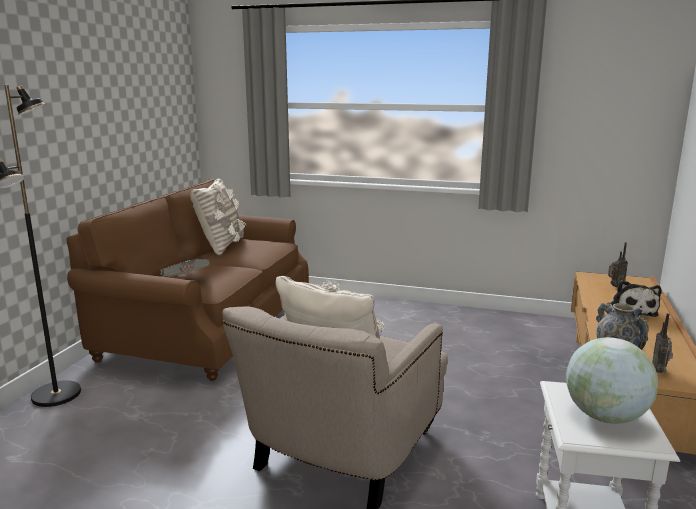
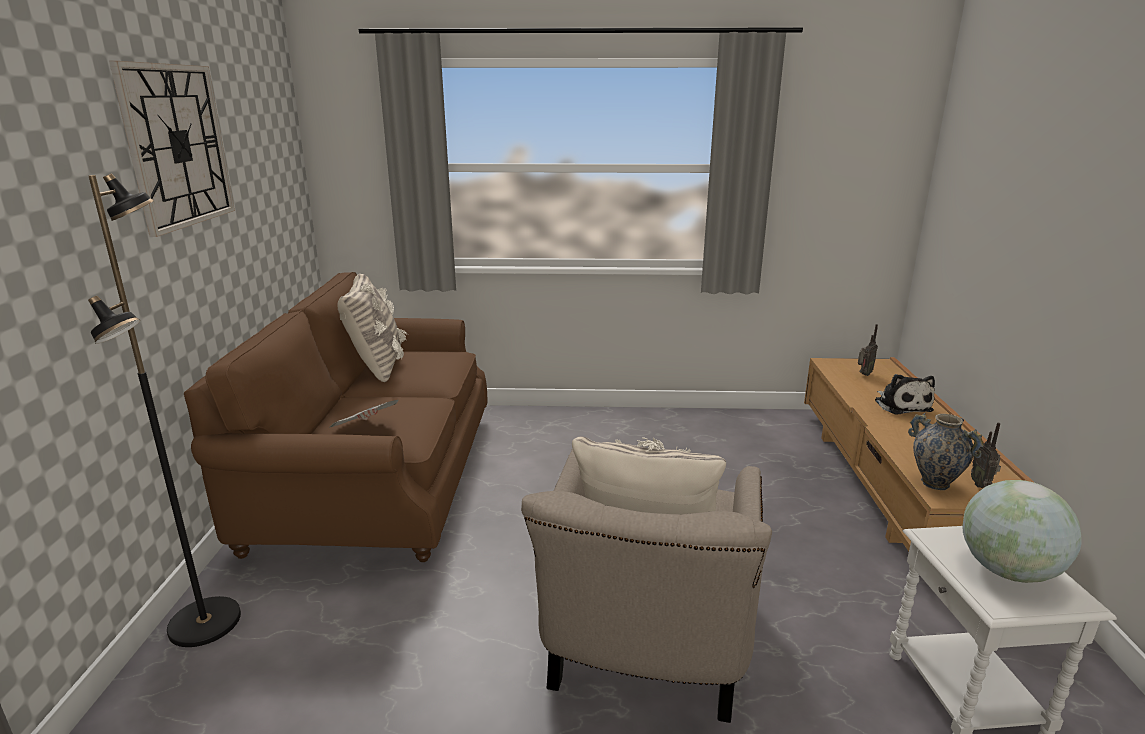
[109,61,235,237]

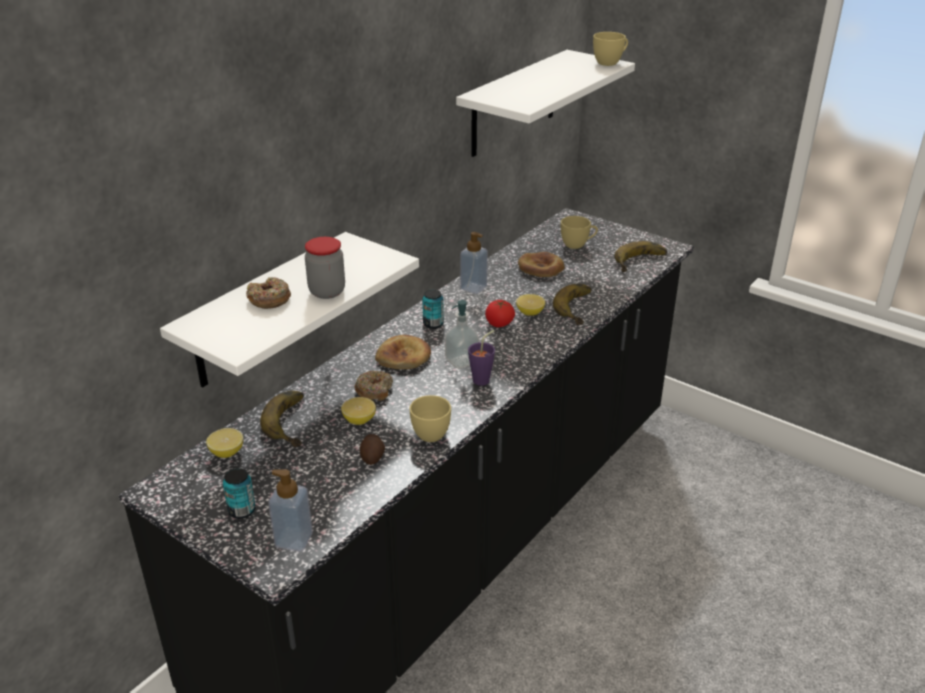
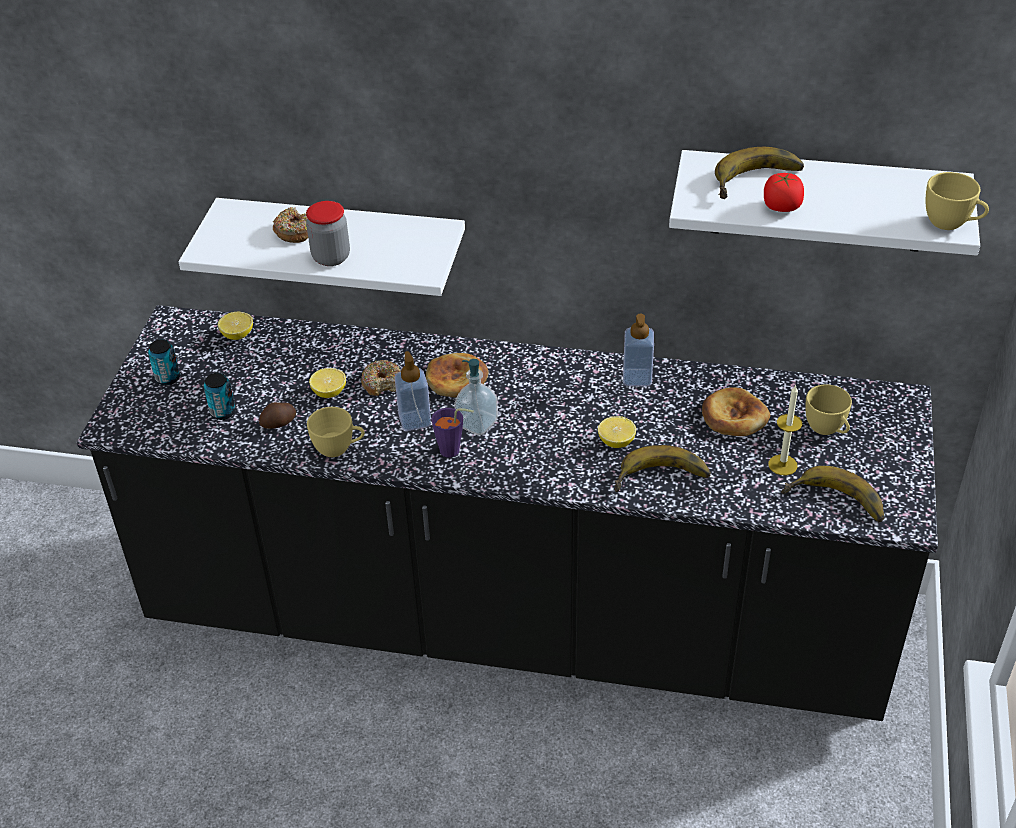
[768,385,802,475]
[715,147,804,199]
[395,351,431,431]
[204,373,236,420]
[764,173,804,212]

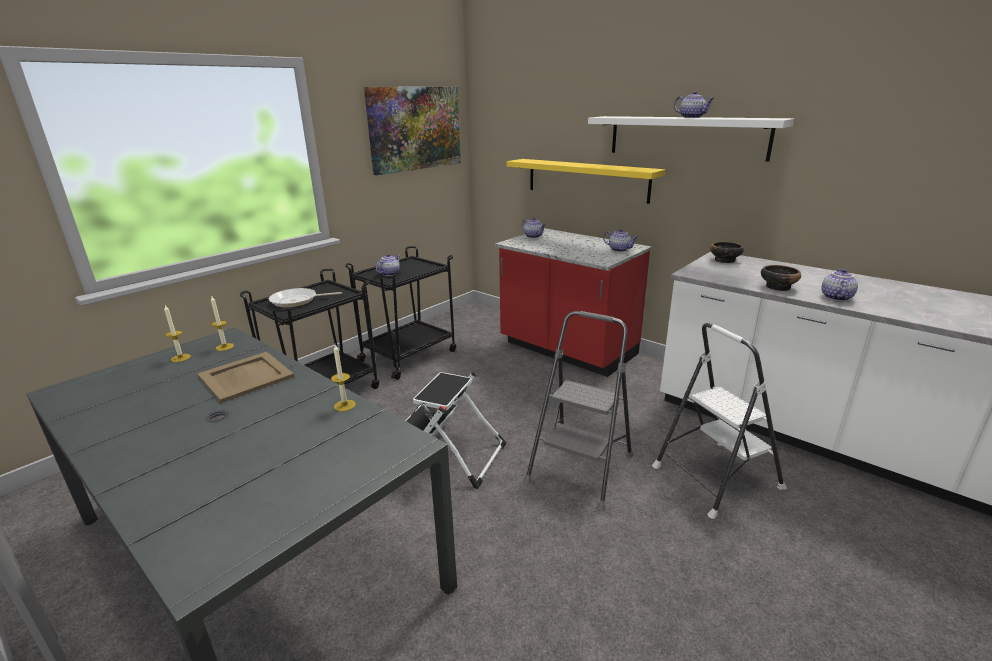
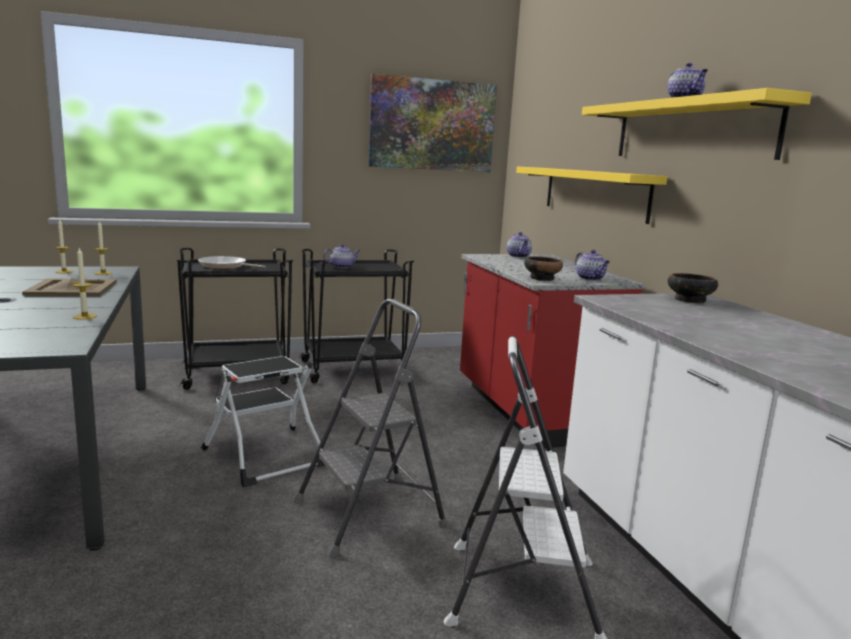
[821,269,858,301] (first image)
[524,256,563,281]
[582,88,812,160]

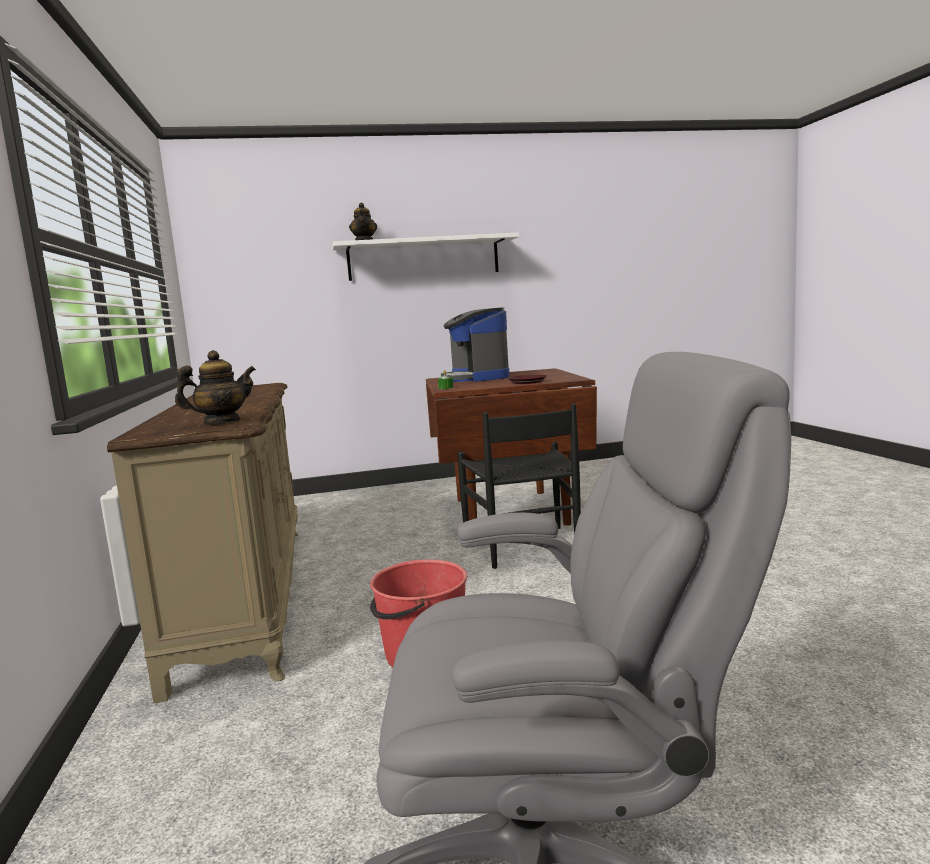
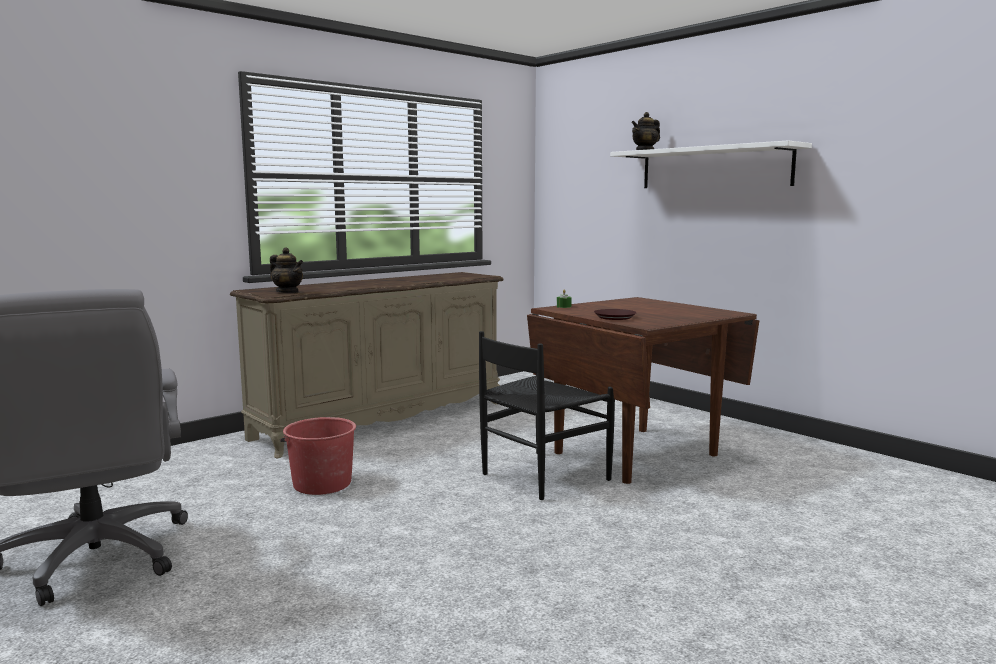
[441,307,510,382] (first image)

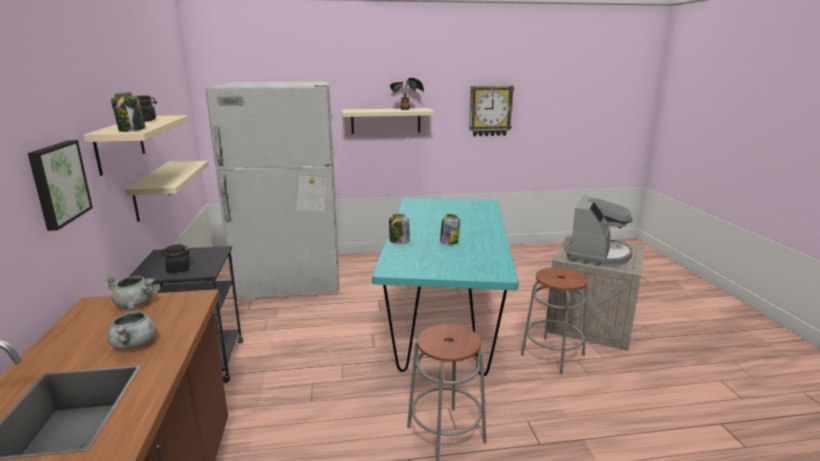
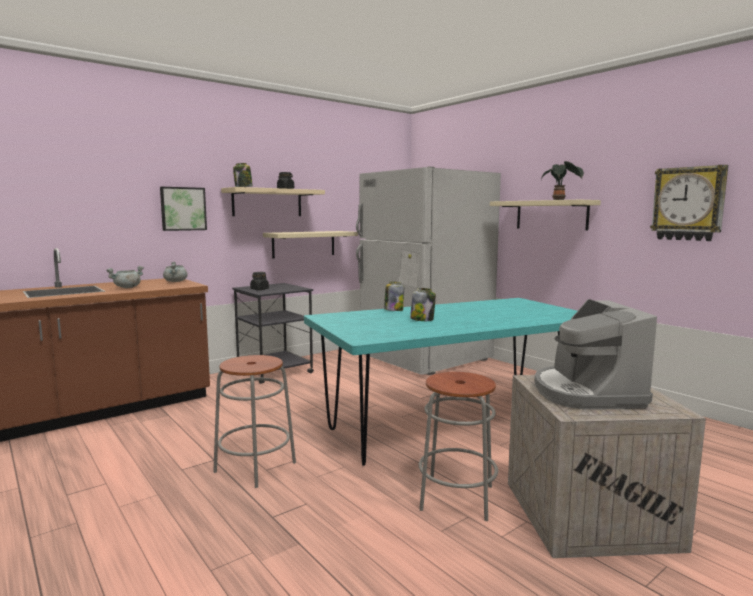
[534,299,657,410]

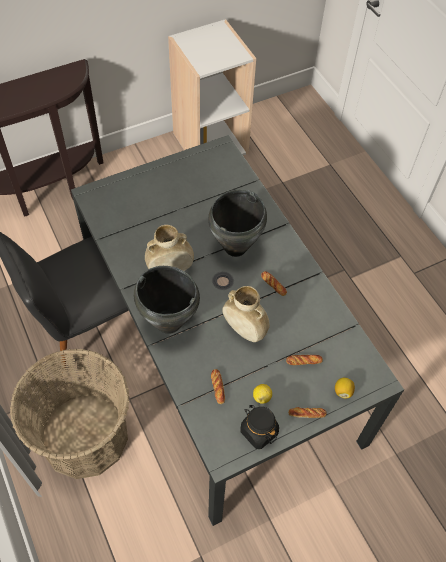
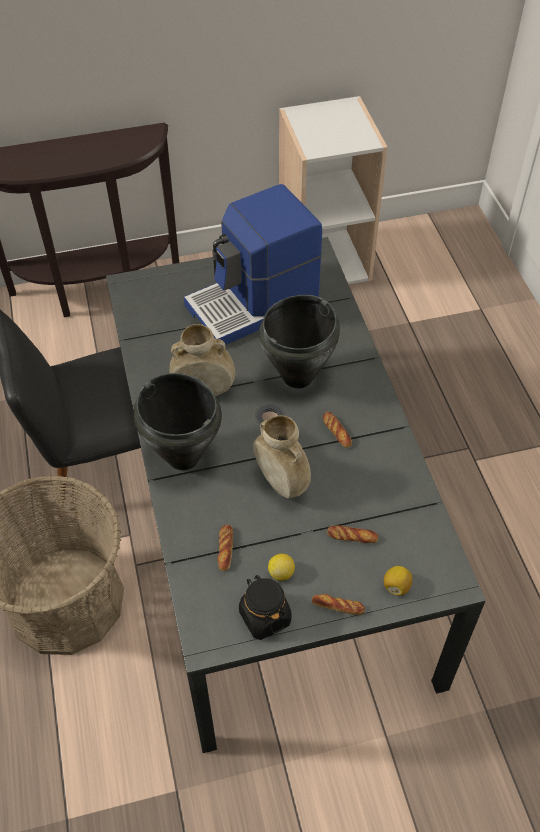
[184,184,322,346]

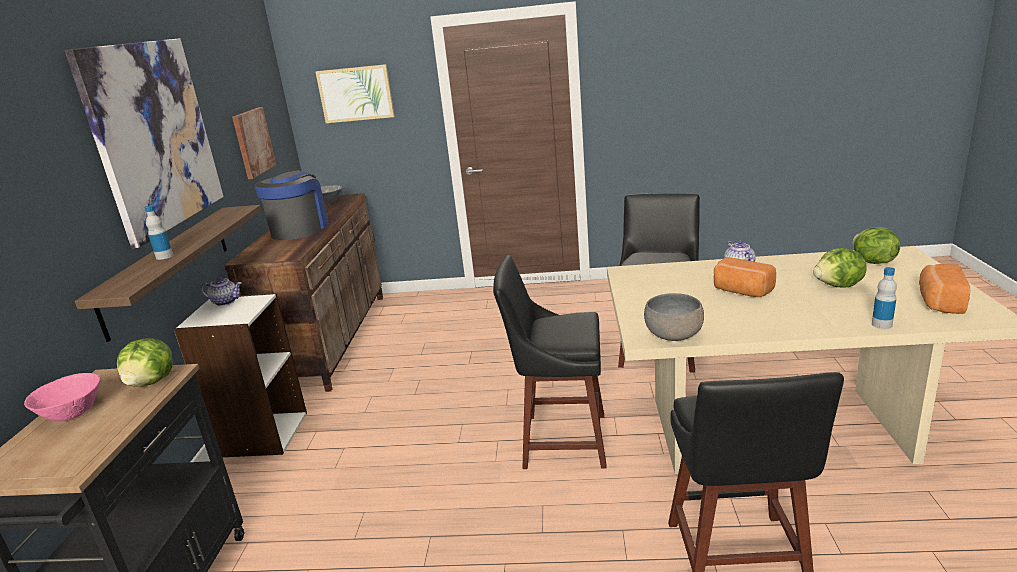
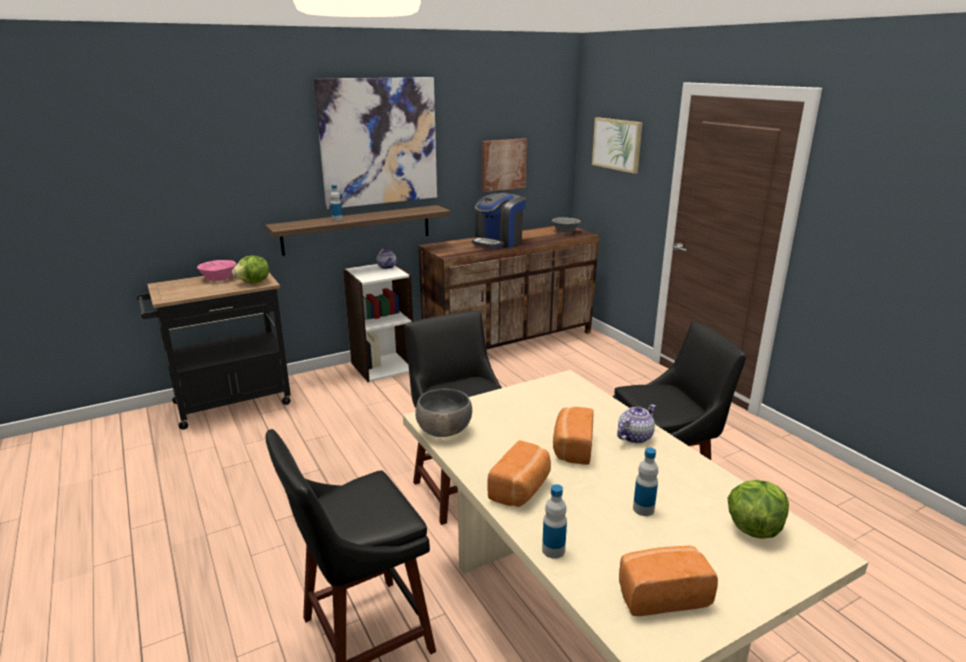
[488,440,551,507]
[633,447,658,516]
[472,193,526,248]

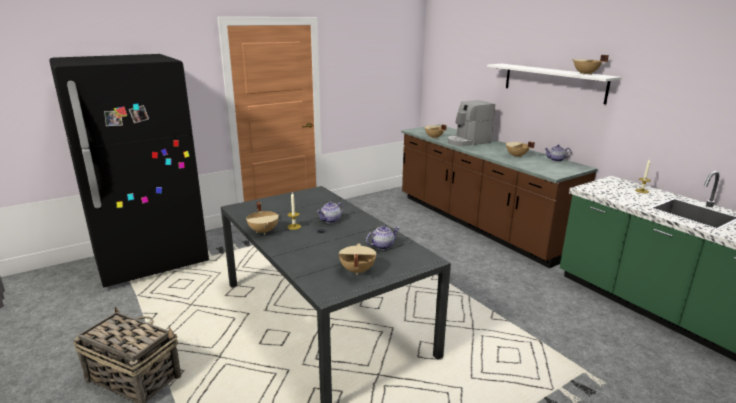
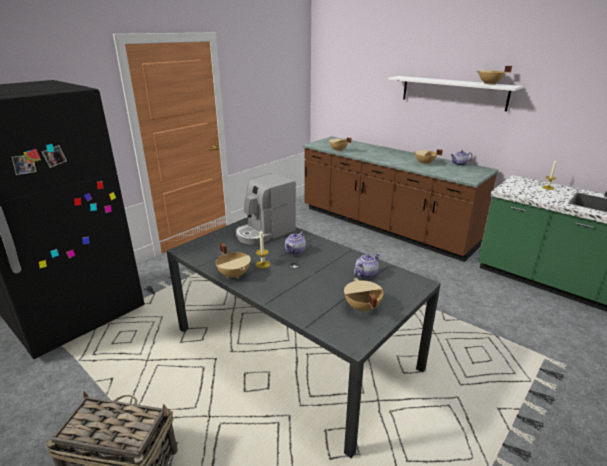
[236,173,296,245]

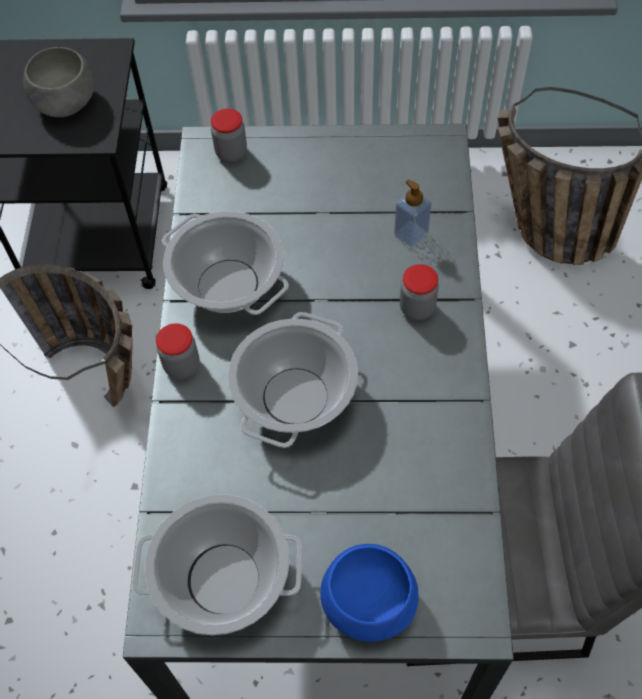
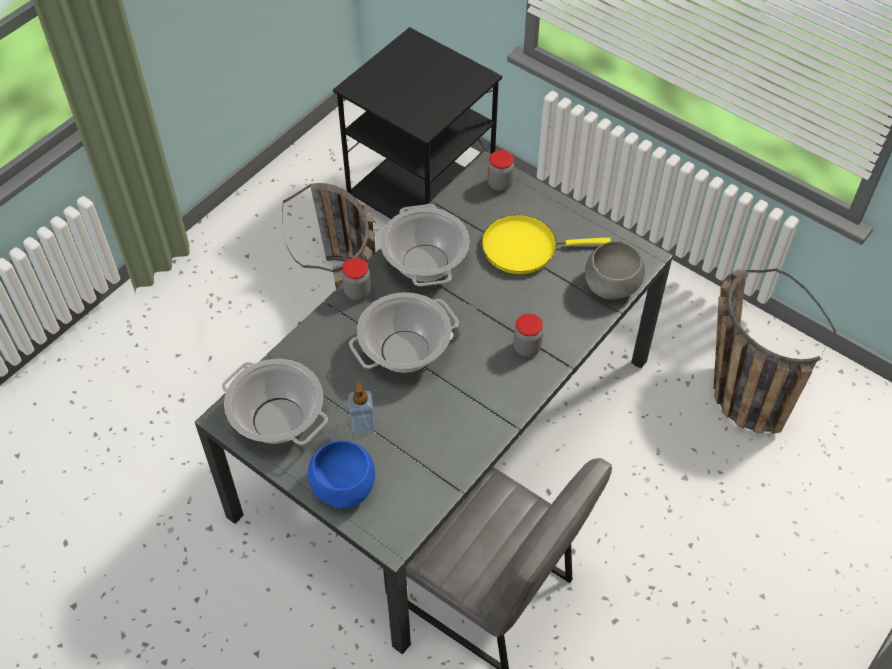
[482,215,611,274]
[585,241,645,299]
[348,382,375,434]

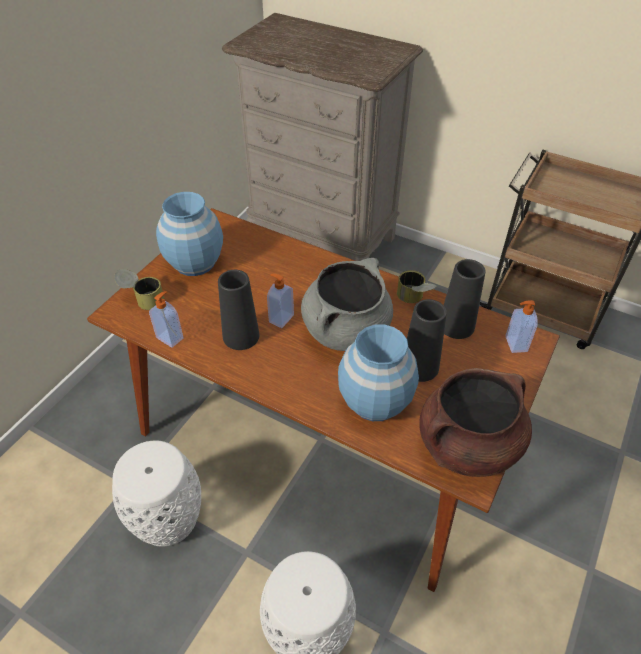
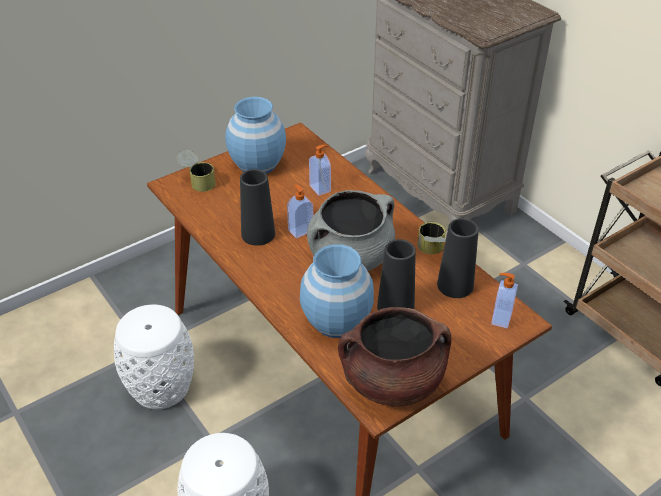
[309,145,331,196]

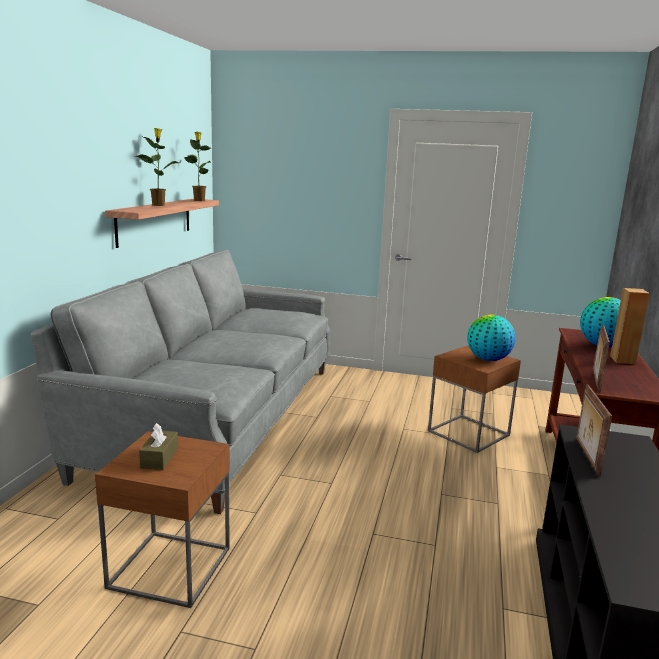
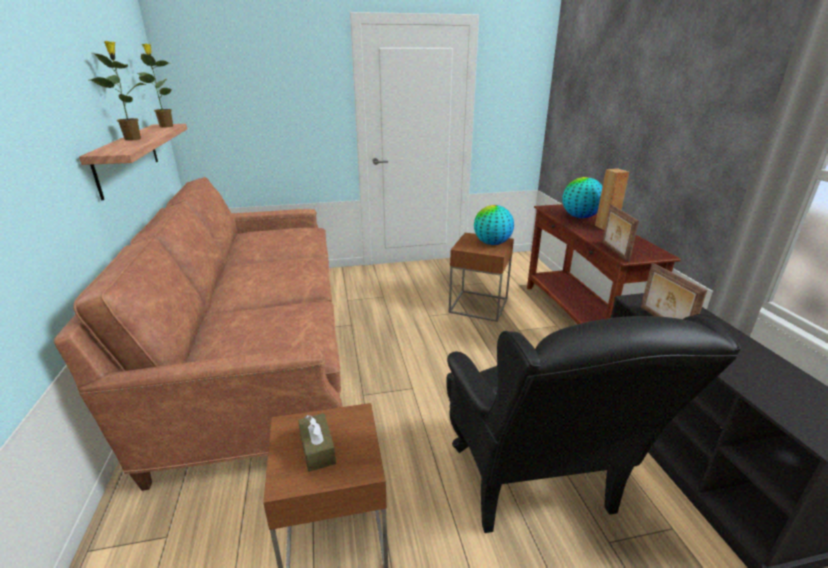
[446,314,741,533]
[54,177,343,491]

